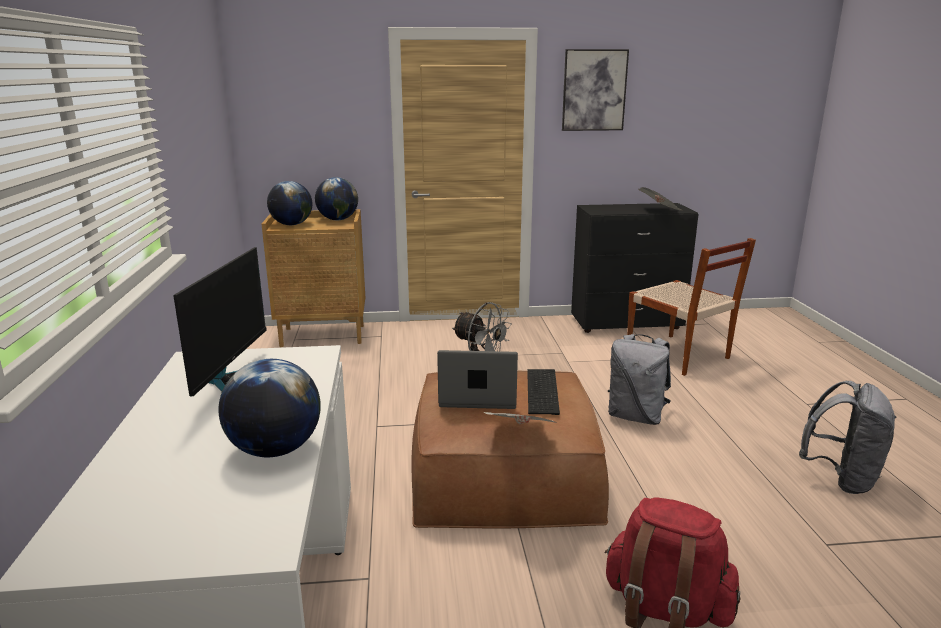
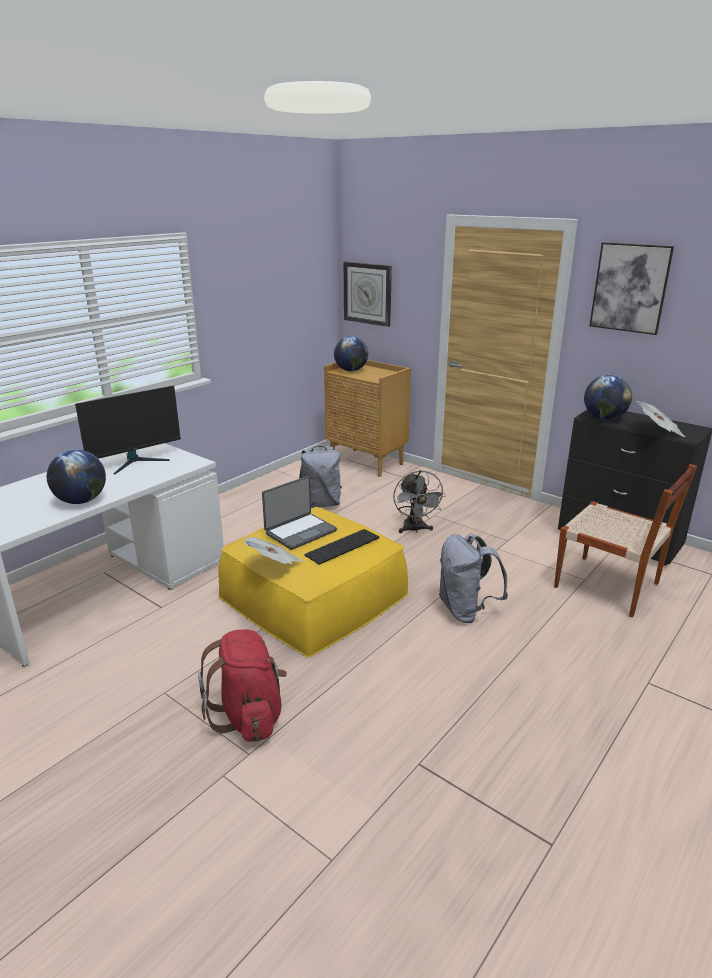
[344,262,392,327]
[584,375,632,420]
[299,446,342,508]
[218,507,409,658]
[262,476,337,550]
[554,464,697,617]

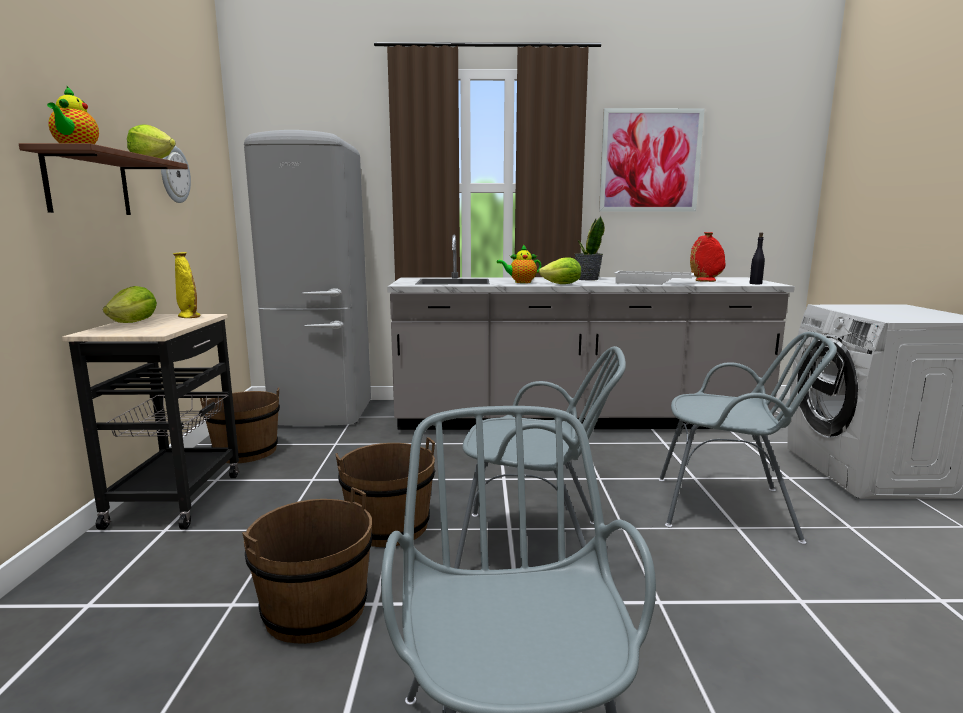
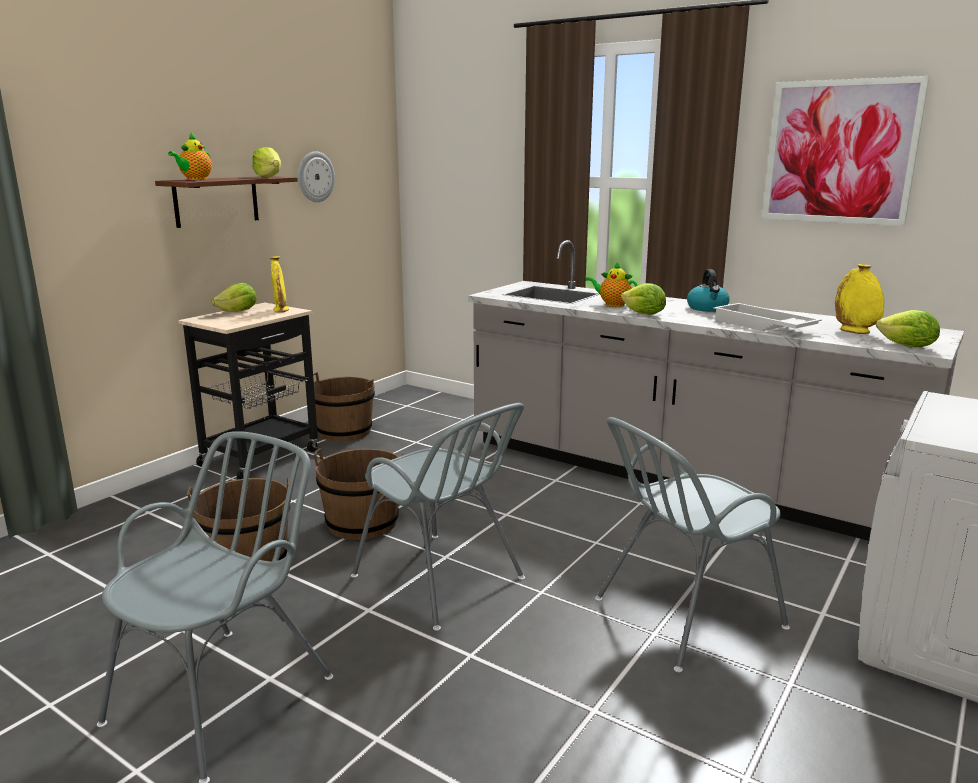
[244,130,371,426] (first image)
[687,269,730,312]
[876,310,940,347]
[835,264,884,334]
[595,417,790,673]

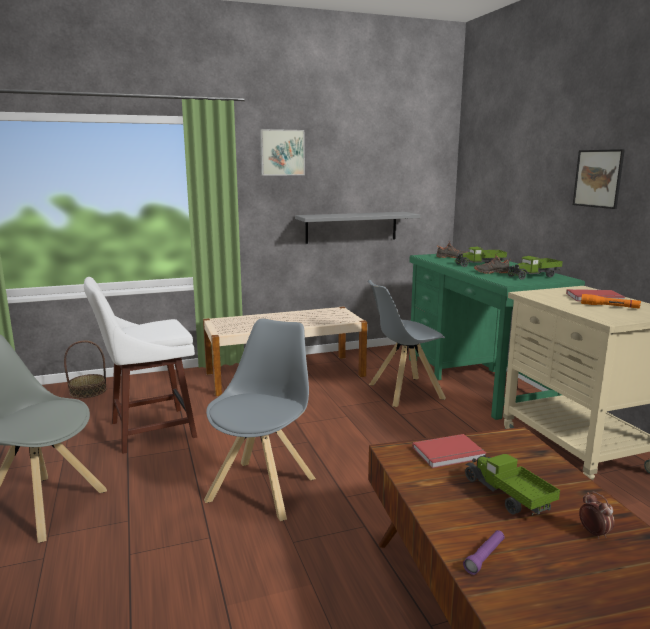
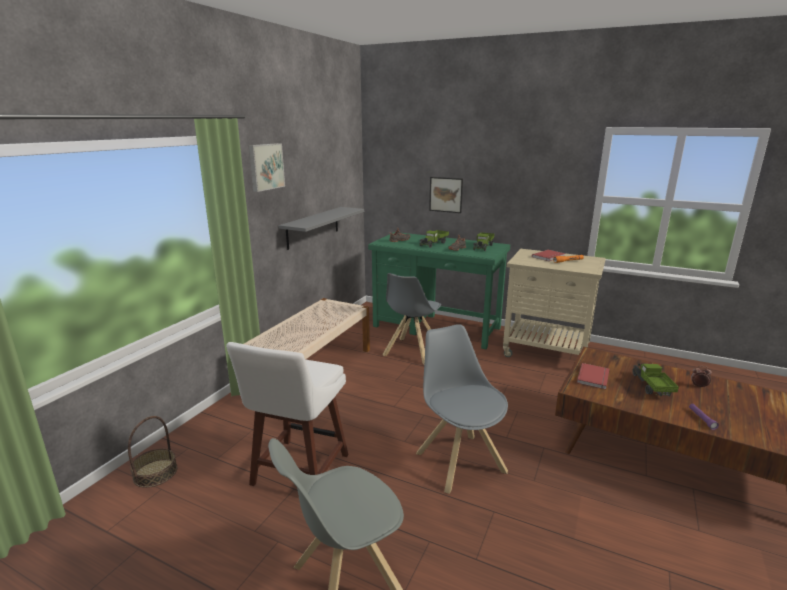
[429,177,463,213]
[632,363,679,396]

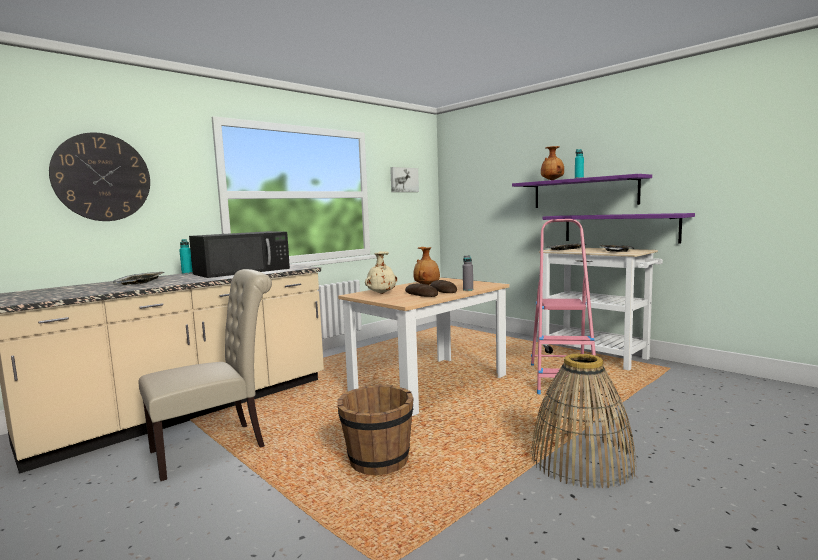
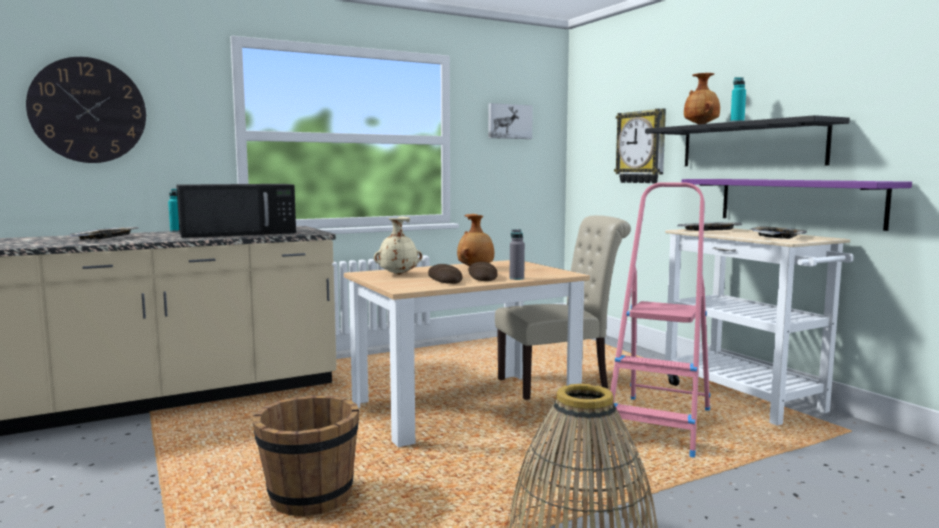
[614,109,666,183]
[495,215,631,400]
[645,115,850,166]

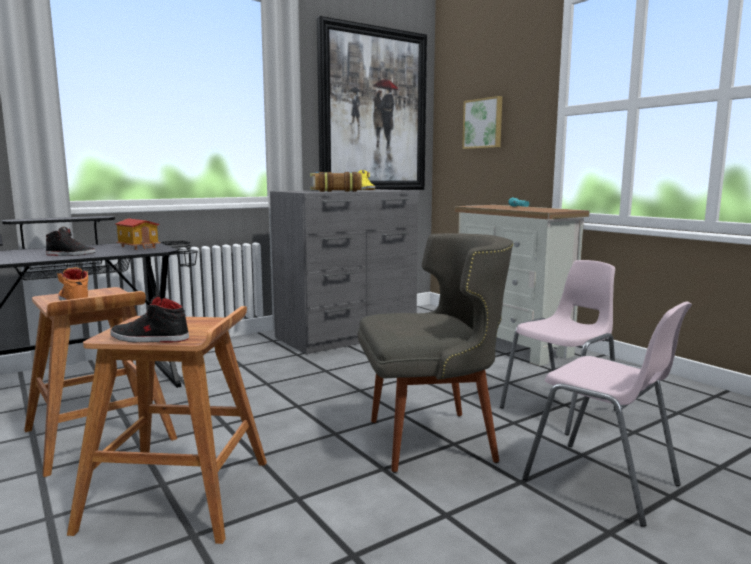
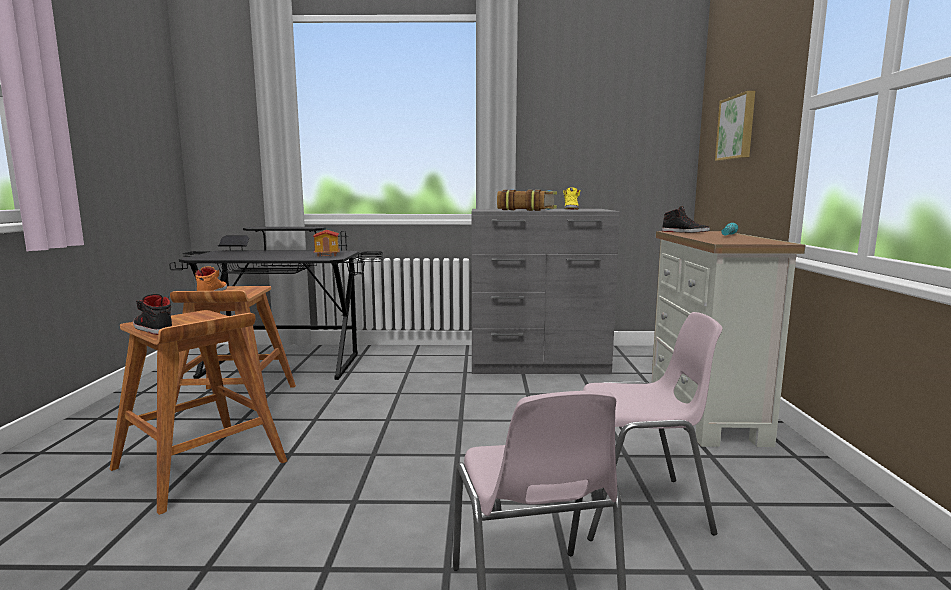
[317,16,427,190] (first image)
[358,233,513,473] (first image)
[662,206,710,233]

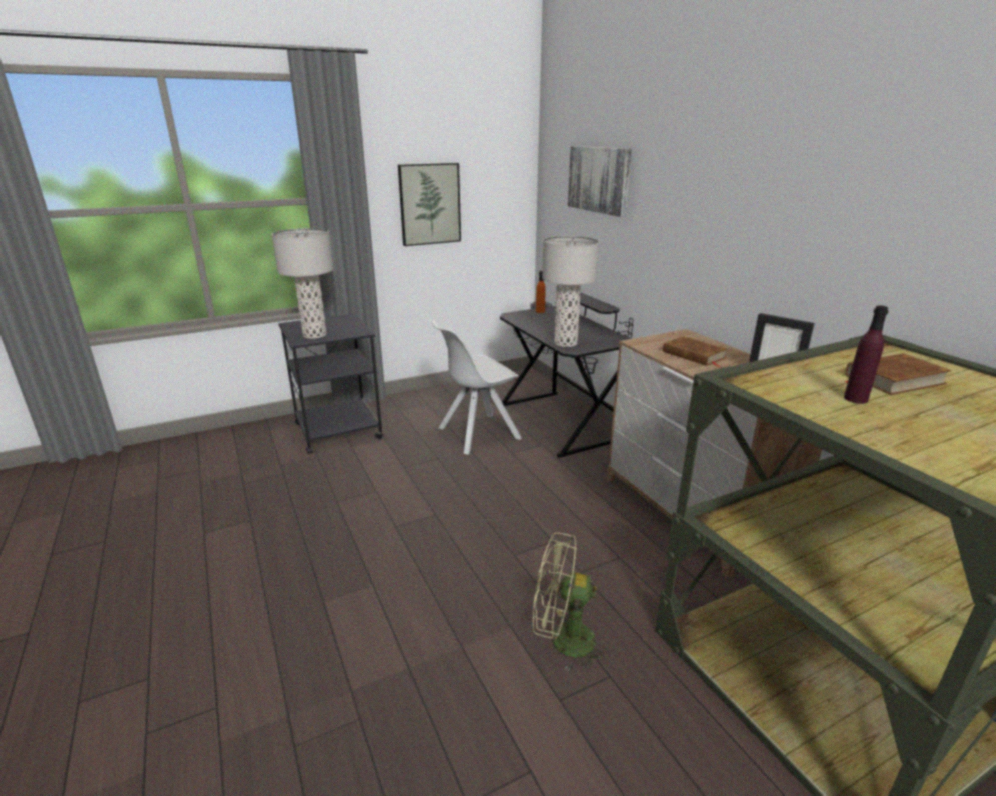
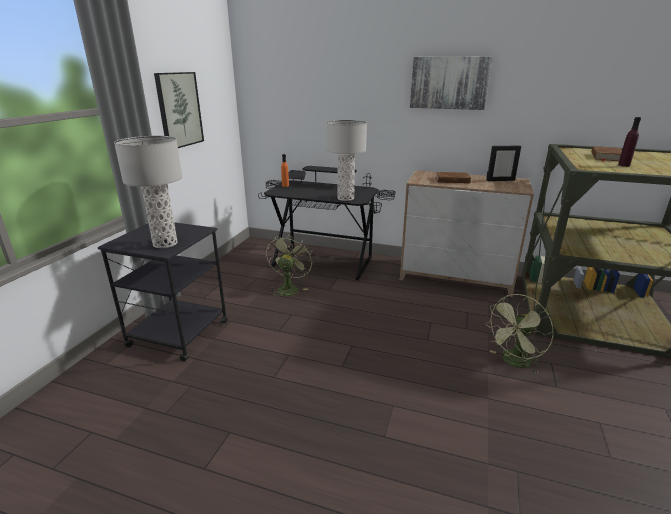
[410,57,492,110]
[266,234,314,299]

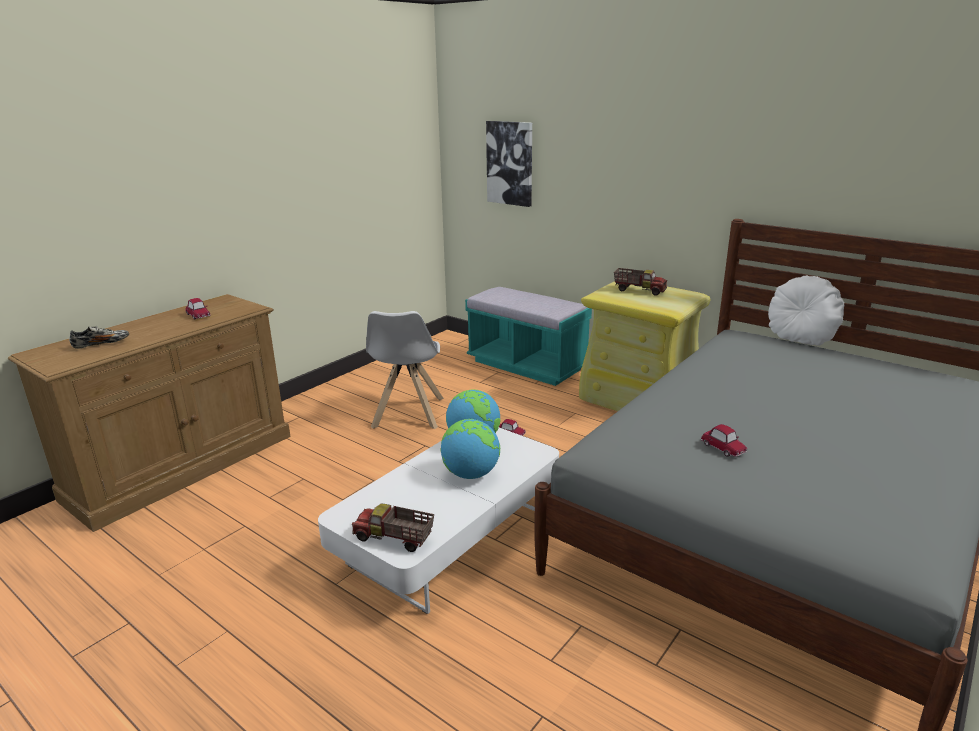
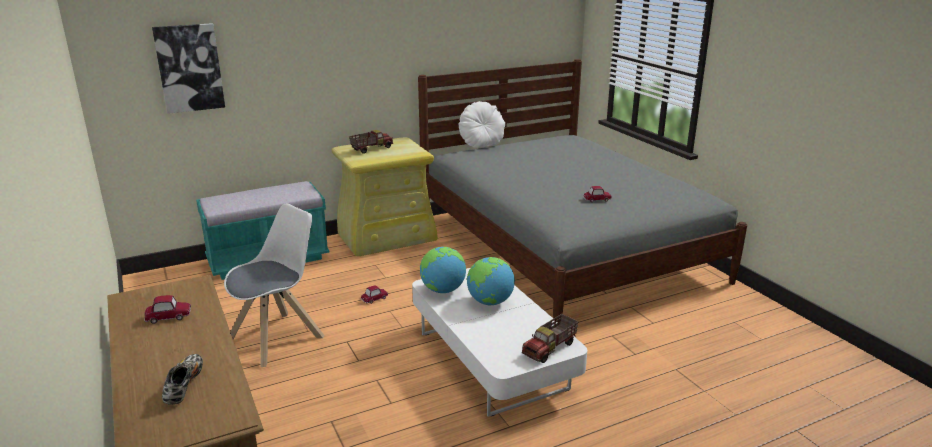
[224,204,324,367]

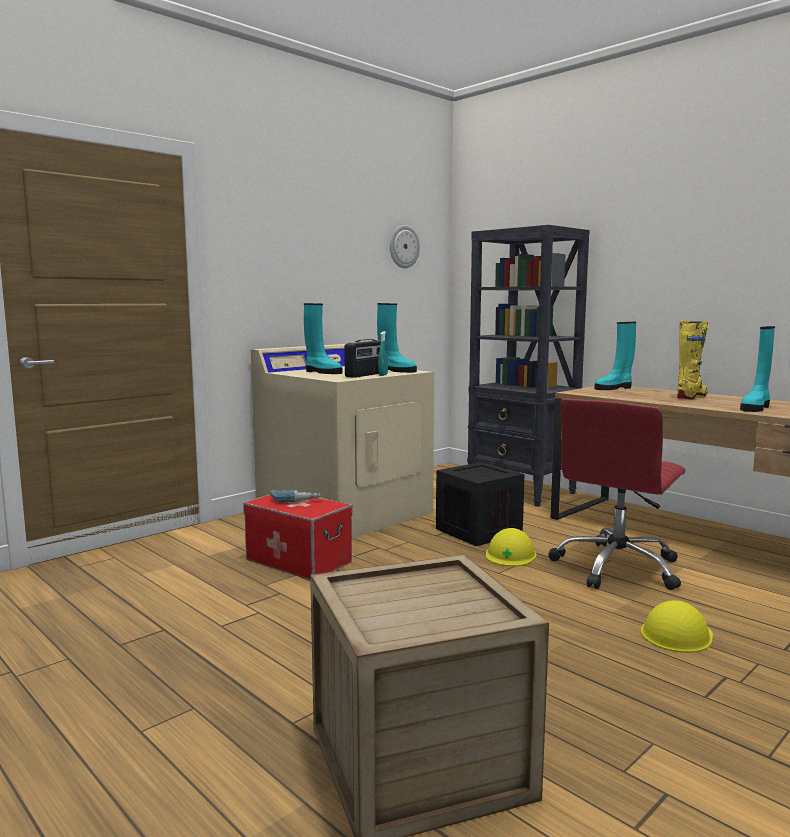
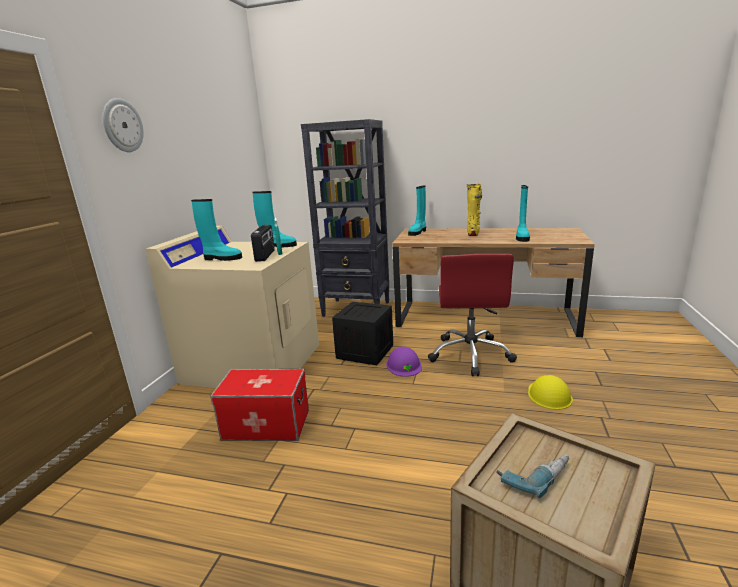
[496,454,569,498]
[103,98,144,152]
[386,347,422,377]

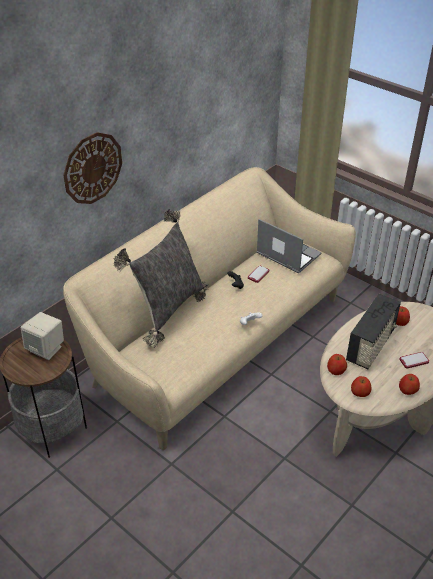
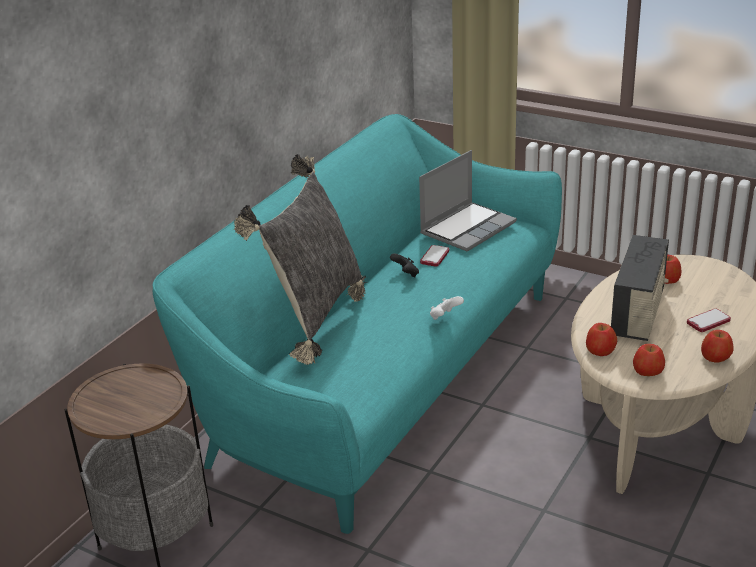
[21,312,64,360] (first image)
[63,132,122,204] (first image)
[152,114,562,534]
[419,150,517,252]

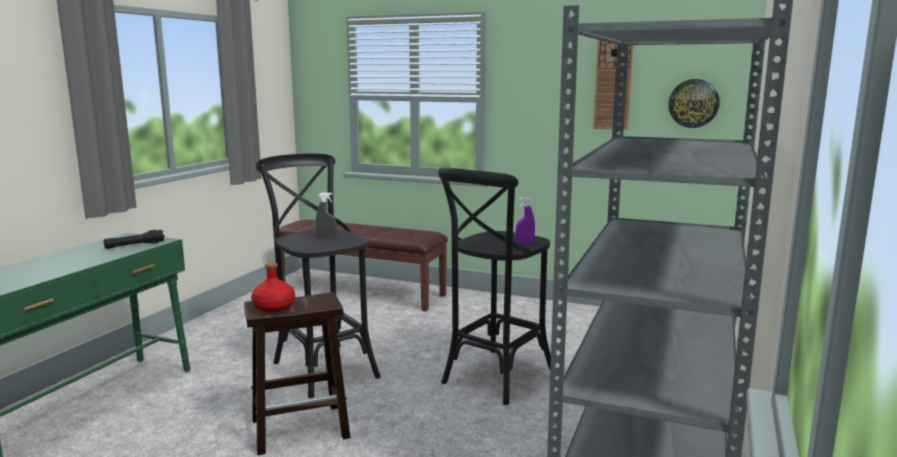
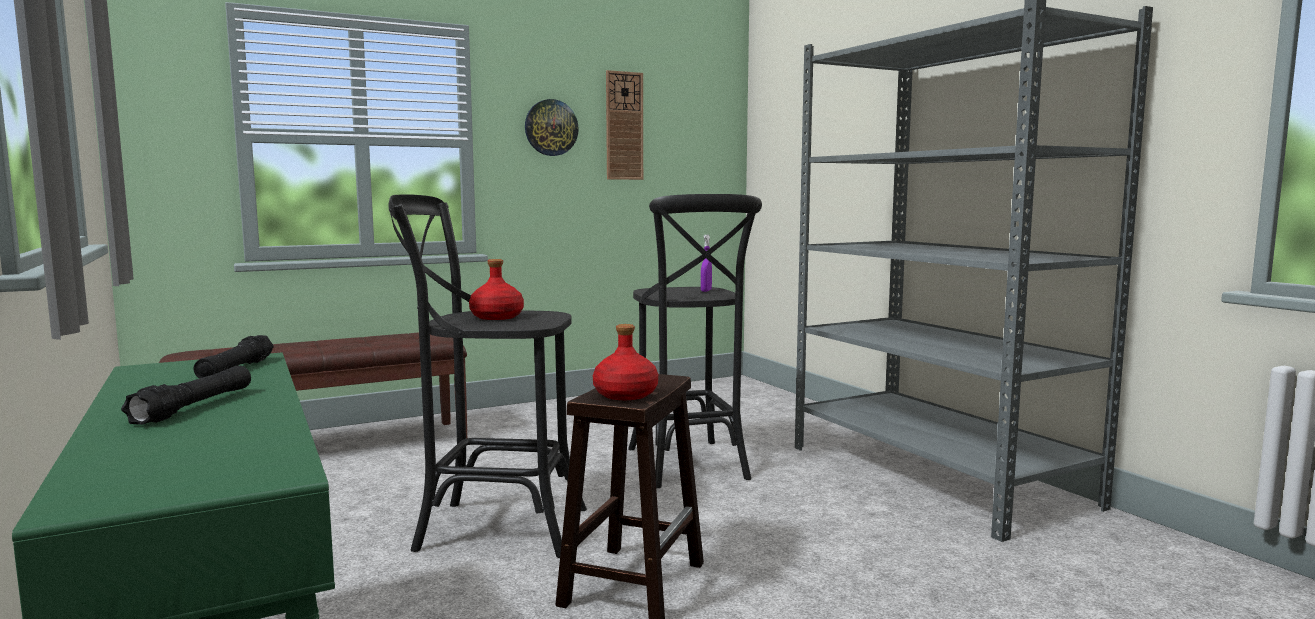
[121,366,251,425]
[525,99,579,156]
[469,259,524,320]

